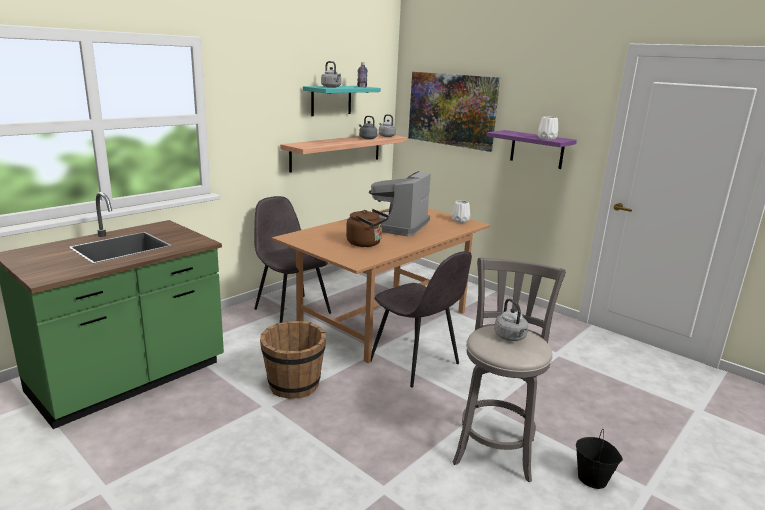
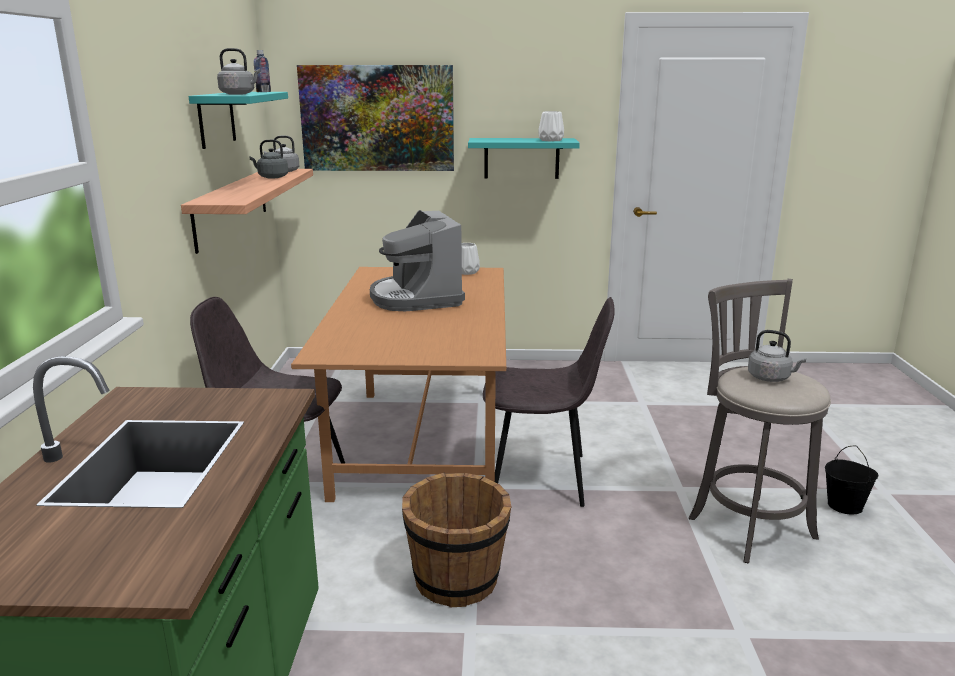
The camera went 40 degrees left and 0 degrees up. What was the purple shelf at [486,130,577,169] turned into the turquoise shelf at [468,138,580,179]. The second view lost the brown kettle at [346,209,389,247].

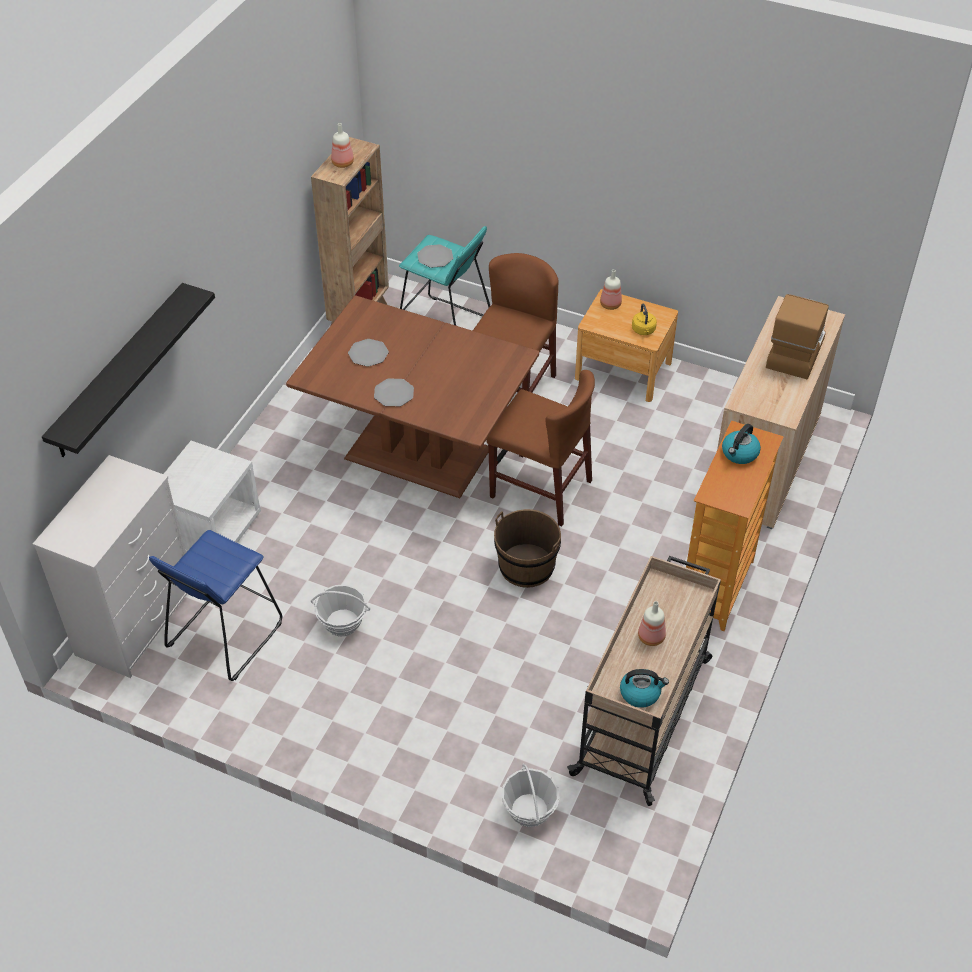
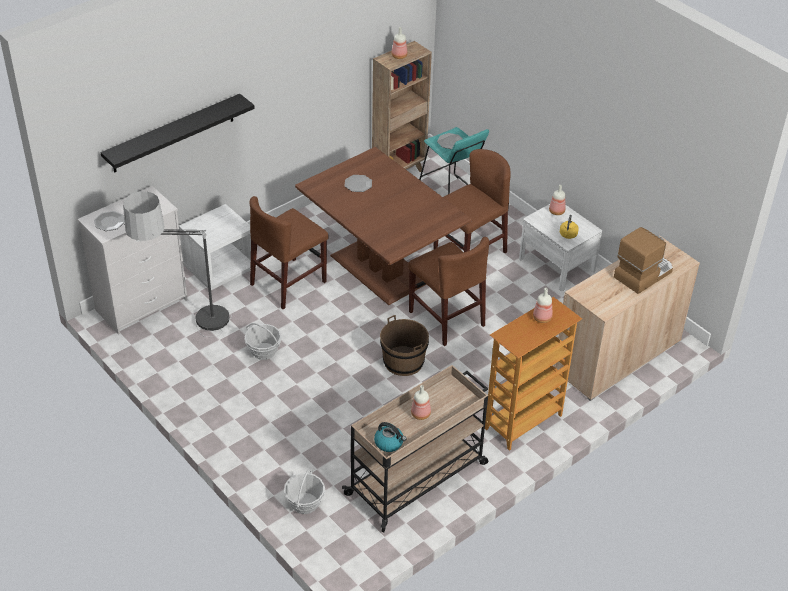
The camera went 25 degrees right and 5 degrees down. The plate ended up elsewhere, having gone from [374,379,414,406] to [94,211,125,231]. Where the blue stool stood at [149,530,282,681], the floor lamp came to stand at [123,191,232,337]. The second view gained the brown chair at [250,196,329,309]. What was the brown nightstand at [575,289,678,402] turned into the white nightstand at [519,204,602,291]. Where the kettle stood at [722,424,761,464], the bottle came to stand at [533,288,553,323].

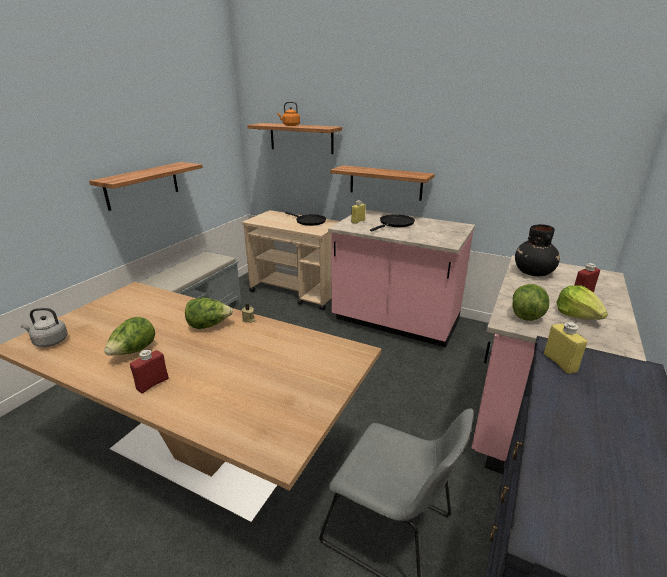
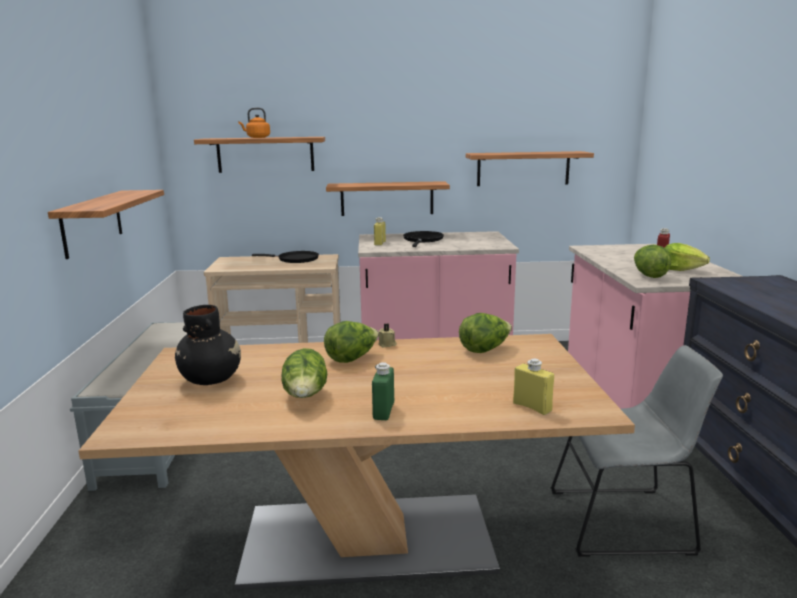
The camera went 30 degrees left and 10 degrees down. The black vase ended up elsewhere, having gone from [515,224,560,276] to [175,305,241,385]. What was the red bottle at [130,350,169,394] turned into the green bottle at [372,362,394,420]. The second view gained the lettuce at [459,313,512,353]. The second view gained the shelf at [466,151,594,186]. The yellow bottle ended up elsewhere, having gone from [544,322,588,374] to [513,358,554,415]. The second view lost the grey kettle at [21,308,68,347].

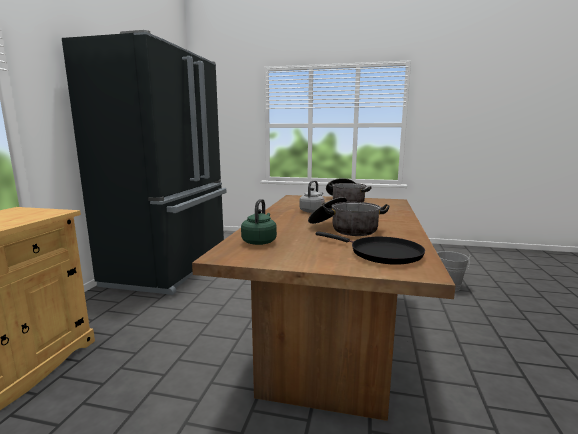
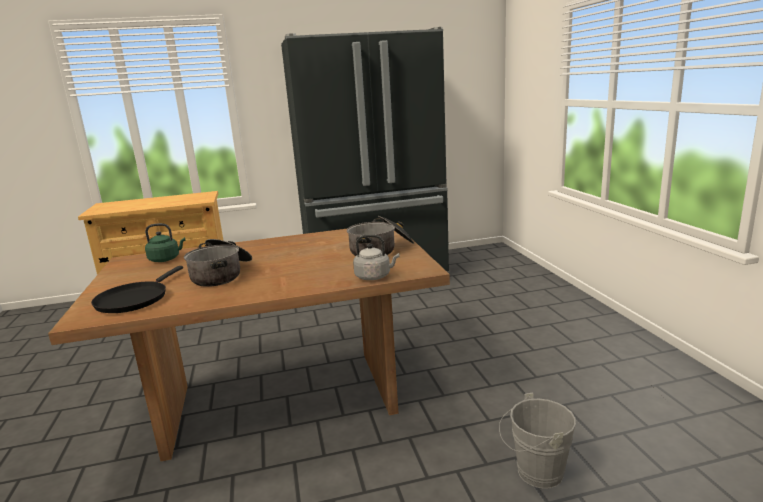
The camera went 65 degrees right and 5 degrees up. The grey kettle ended up elsewhere, having gone from [299,180,325,213] to [353,234,400,280].

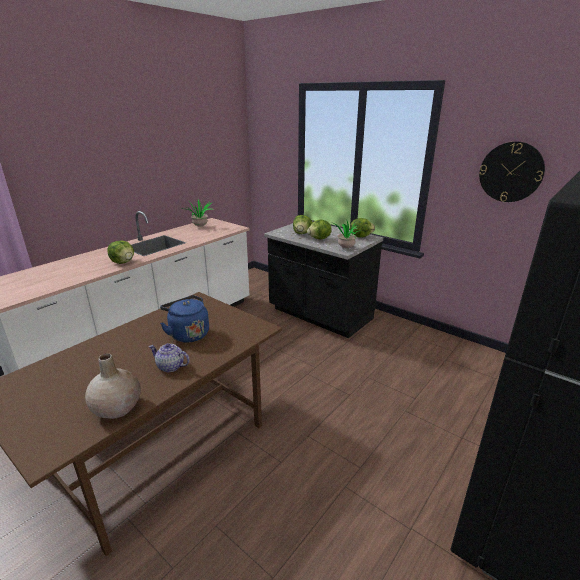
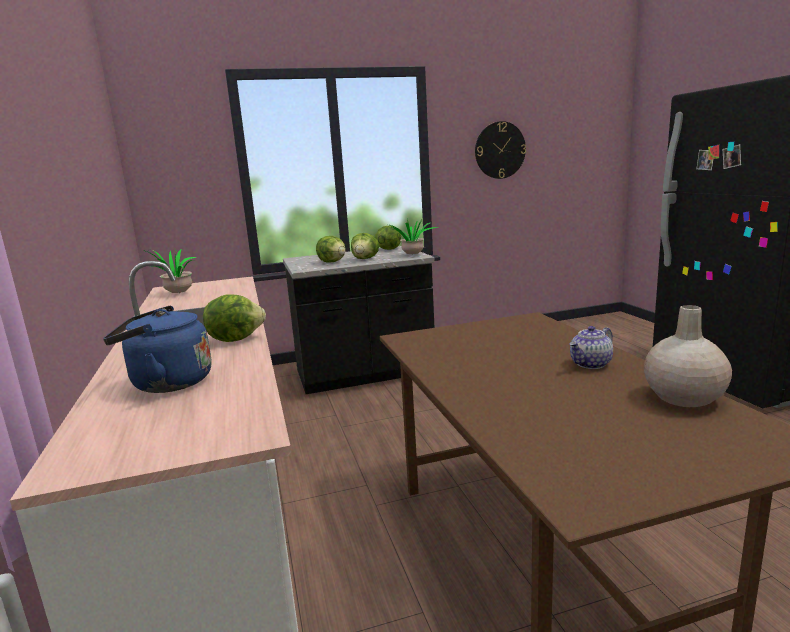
The camera went 55 degrees left and 10 degrees down. The blue kettle ended up elsewhere, having gone from [160,295,209,343] to [103,306,212,393].

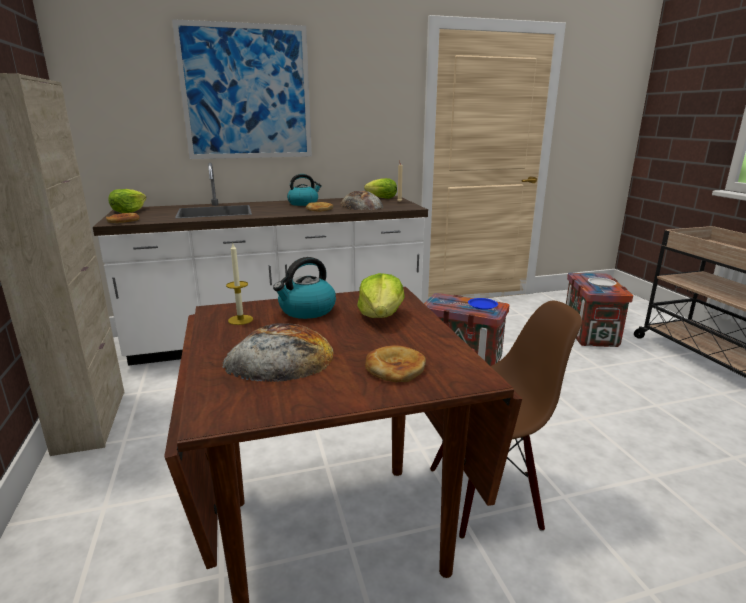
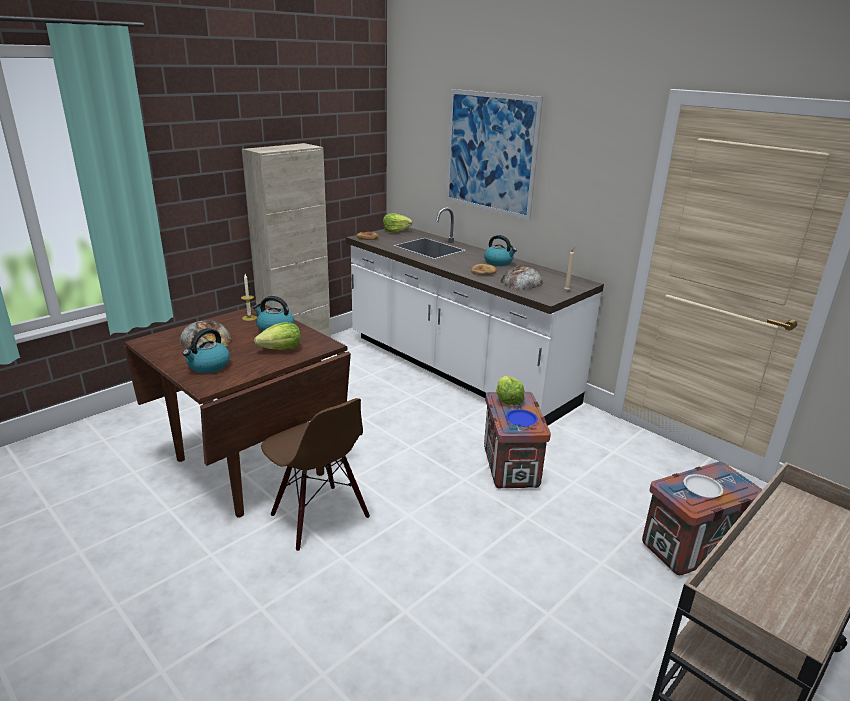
The camera went 60 degrees right and 5 degrees up. Where the bread stood at [365,345,426,382], the kettle came to stand at [183,328,230,373]. The lettuce ended up elsewhere, having gone from [364,178,397,199] to [496,376,525,405].

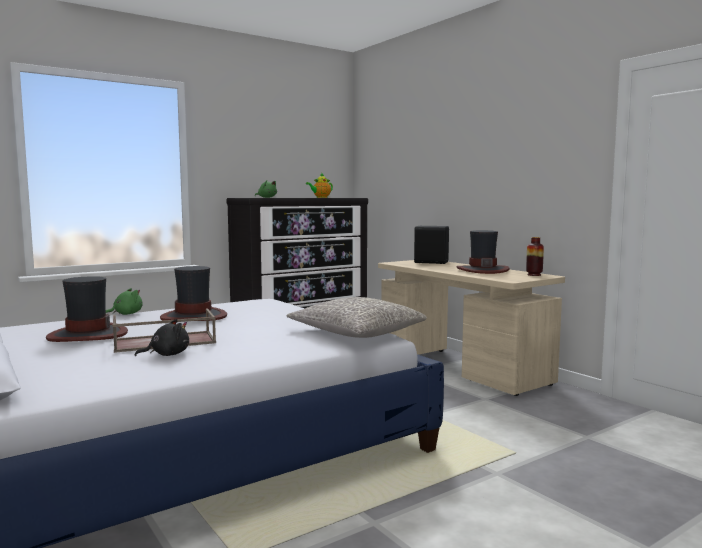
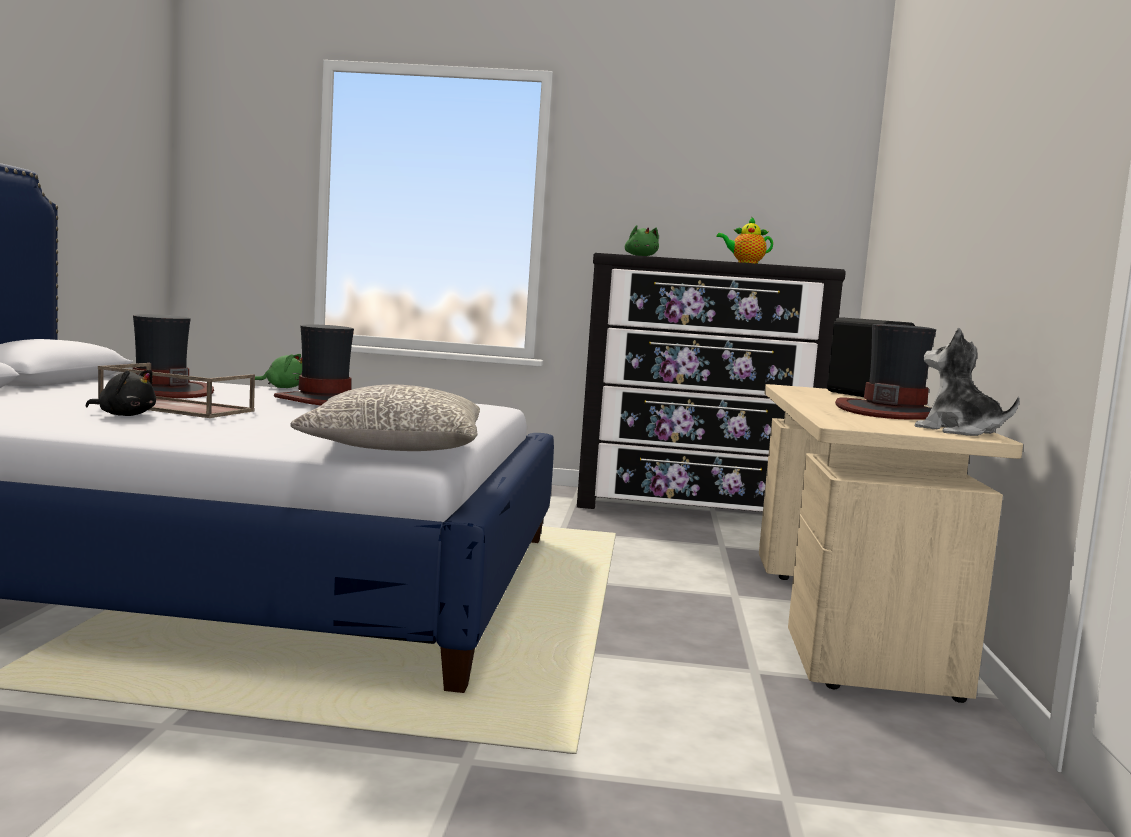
The camera went 40 degrees right and 0 degrees up. Where the vase stood at [526,237,544,276], the plush toy came to stand at [915,328,1020,436].

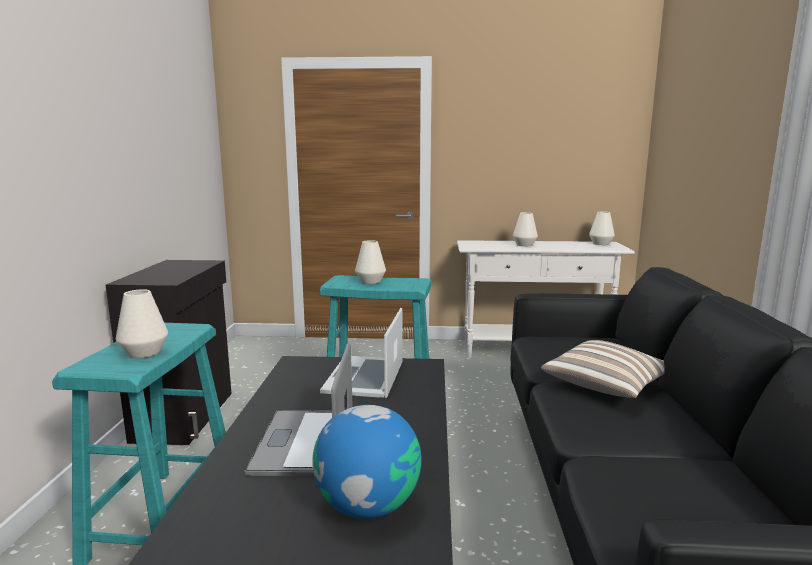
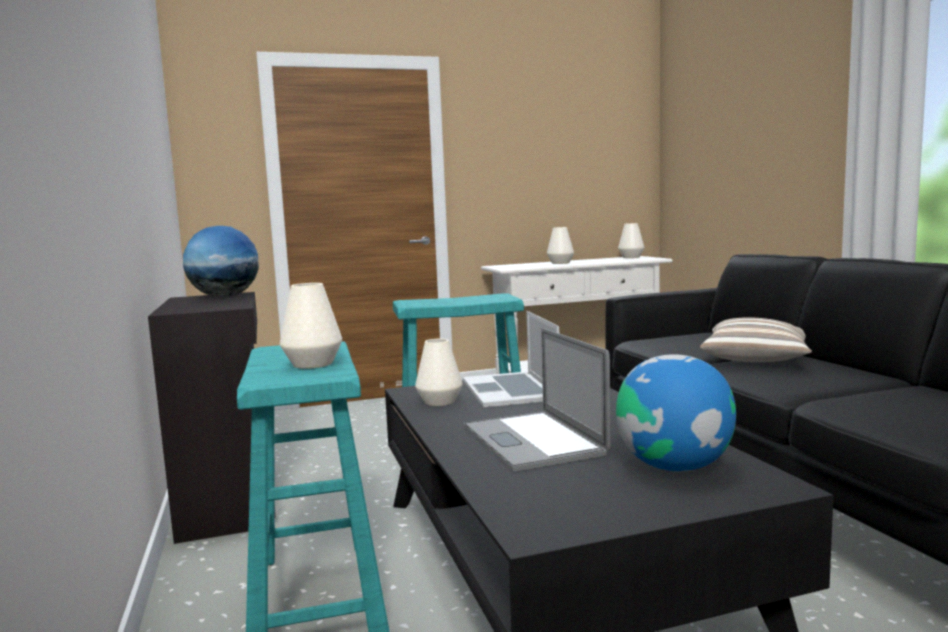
The camera went 20 degrees left and 5 degrees down. The second view gained the globe at [183,226,259,297]. The white vase ended up elsewhere, having gone from [355,240,386,284] to [415,339,463,406].

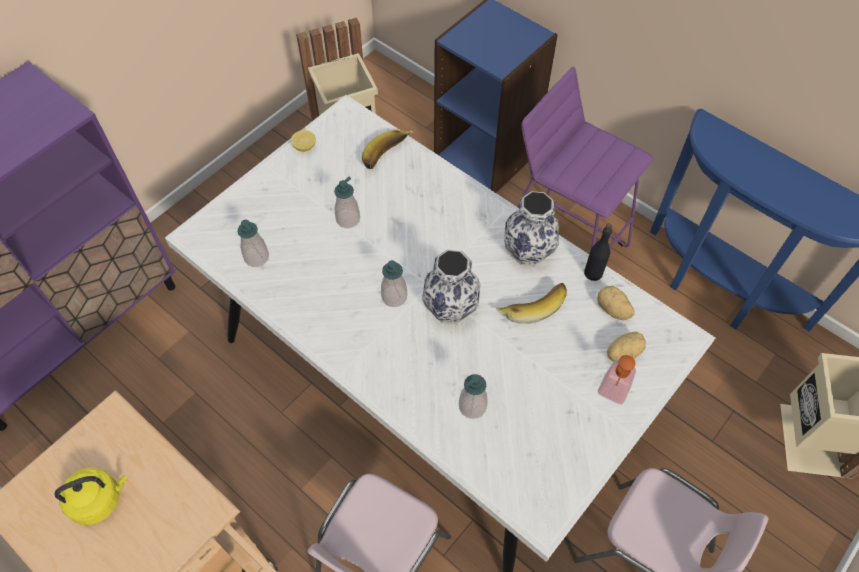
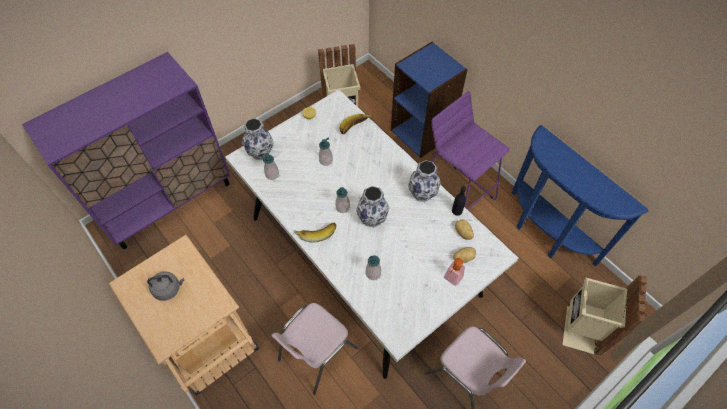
The camera went 10 degrees right and 0 degrees up. What was the yellow kettle at [54,468,128,525] turned into the grey kettle at [147,271,185,301]. The second view gained the vase at [242,118,274,160]. The banana ended up elsewhere, having gone from [496,283,567,324] to [294,222,336,243].

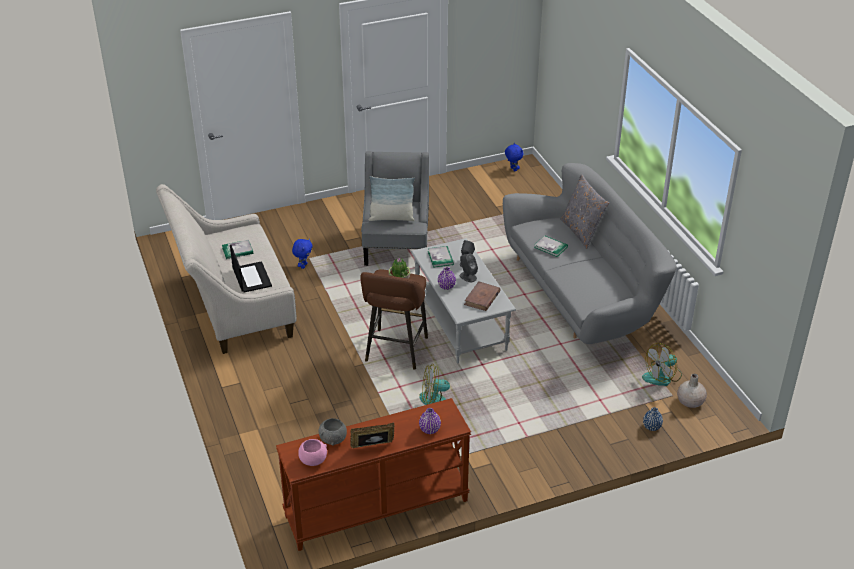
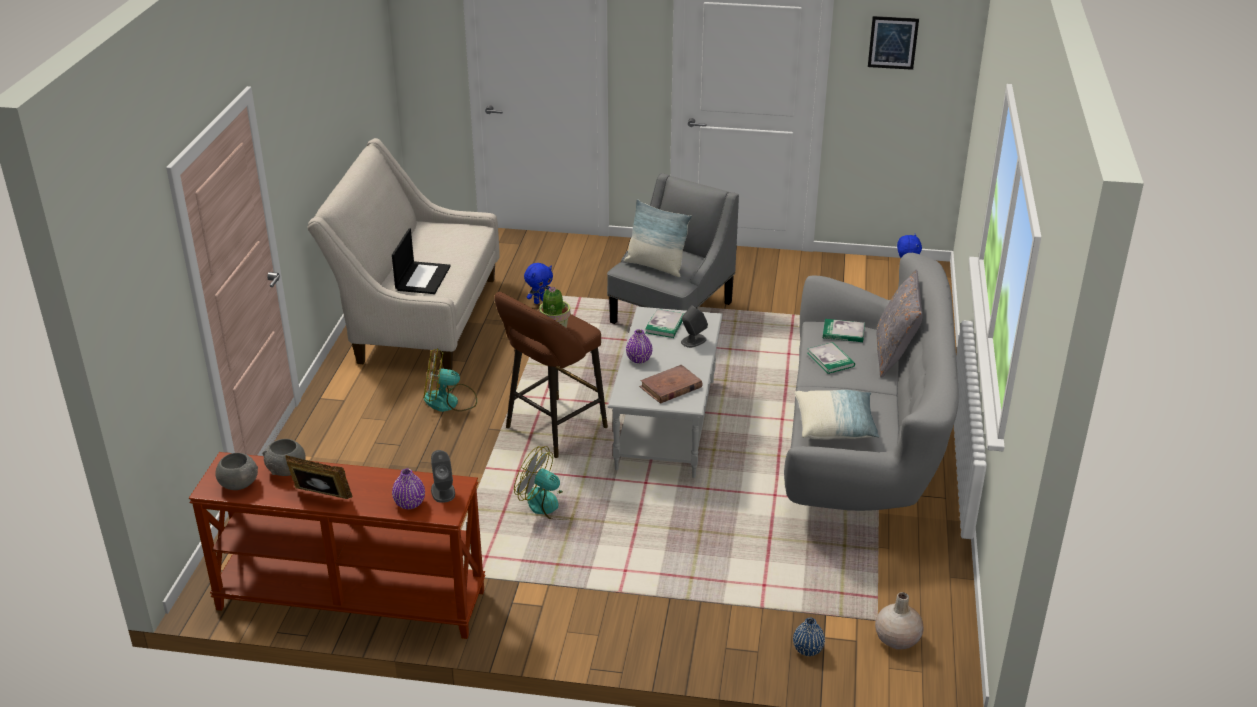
The camera went 30 degrees right and 5 degrees down. What was the pink bowl at [298,439,327,466] turned into the grey bowl at [215,453,258,490]. The fan ended up elsewhere, having gone from [642,343,682,386] to [424,348,477,412]. The grey speaker ended up elsewhere, having gone from [459,254,478,282] to [431,450,455,503]. The second view gained the pillow at [795,390,880,440]. The book ended up elsewhere, having gone from [222,240,253,259] to [823,319,865,342]. The second view gained the picture at [868,16,919,70].

